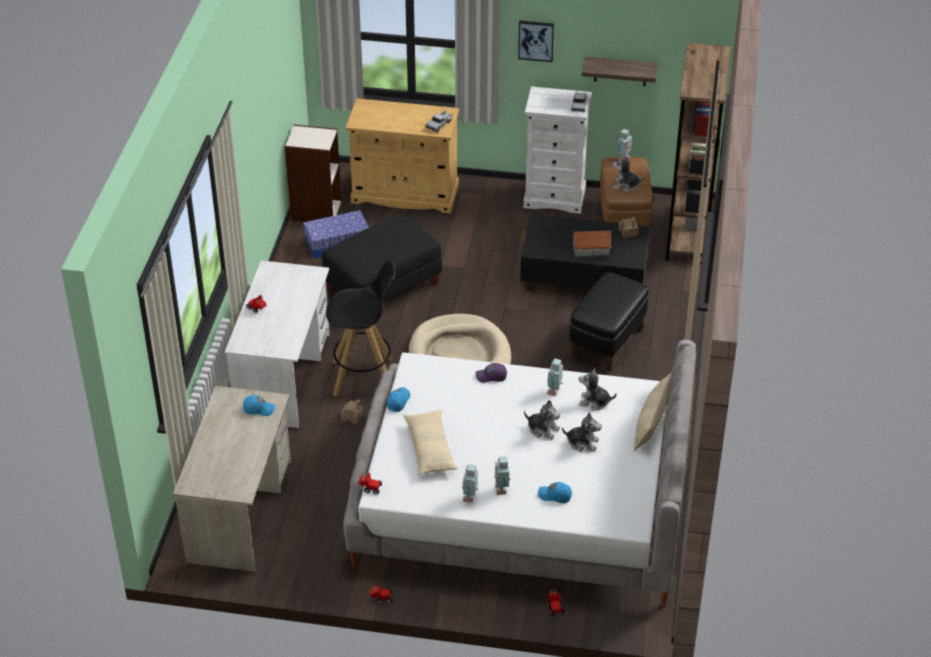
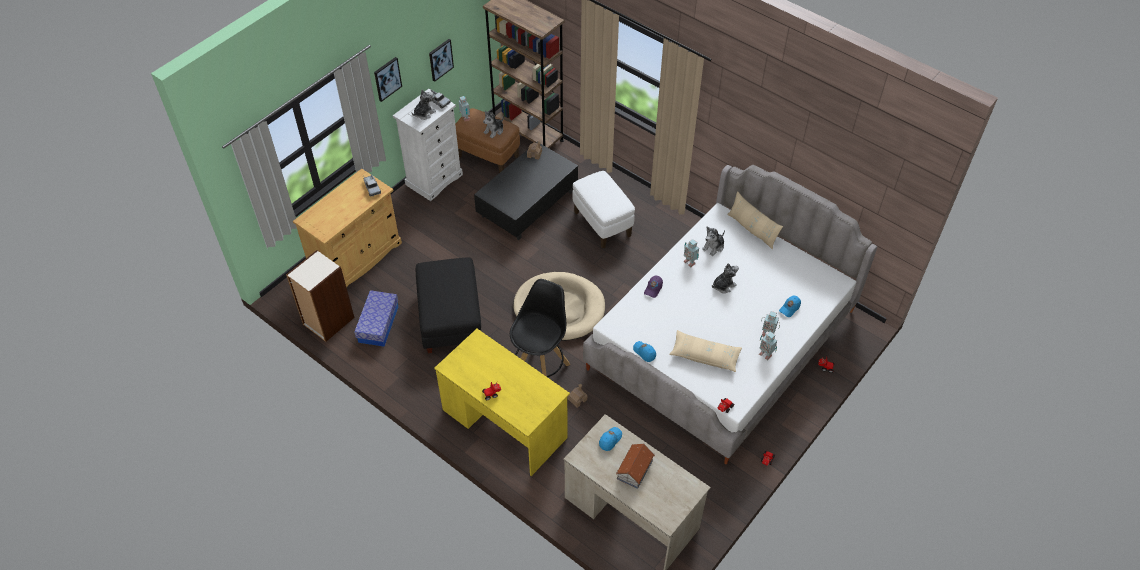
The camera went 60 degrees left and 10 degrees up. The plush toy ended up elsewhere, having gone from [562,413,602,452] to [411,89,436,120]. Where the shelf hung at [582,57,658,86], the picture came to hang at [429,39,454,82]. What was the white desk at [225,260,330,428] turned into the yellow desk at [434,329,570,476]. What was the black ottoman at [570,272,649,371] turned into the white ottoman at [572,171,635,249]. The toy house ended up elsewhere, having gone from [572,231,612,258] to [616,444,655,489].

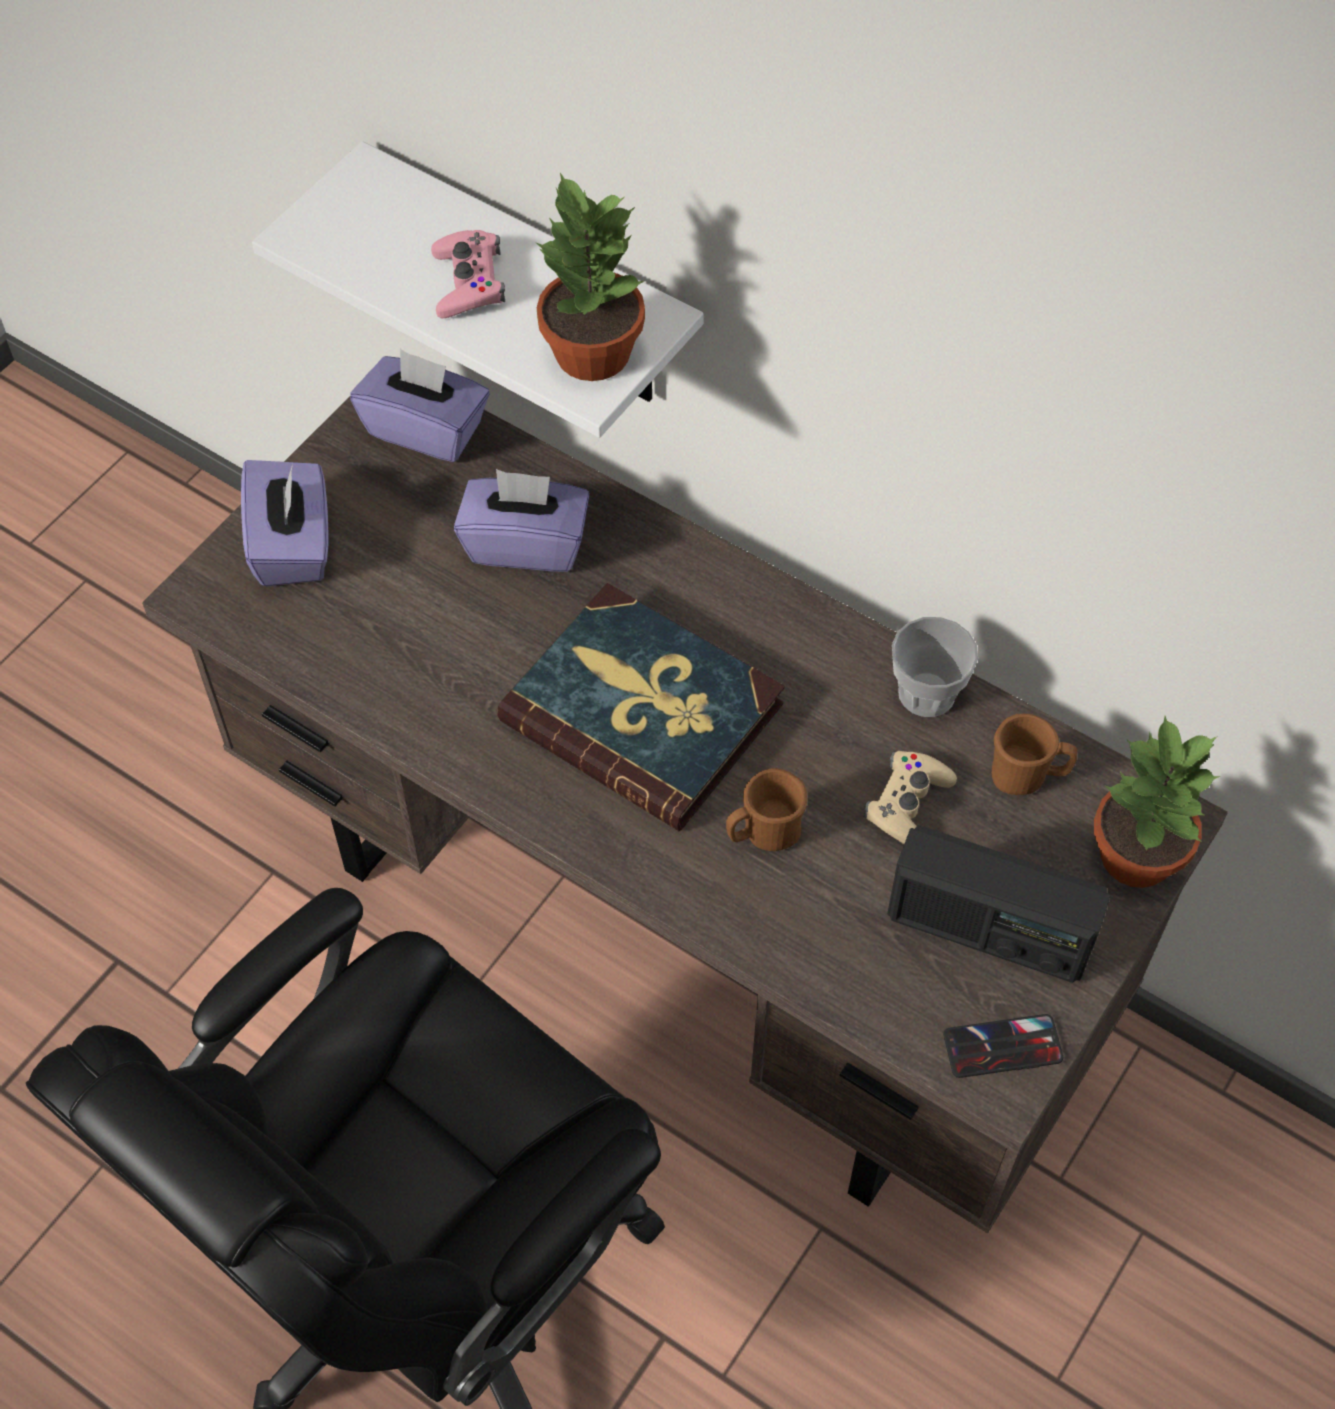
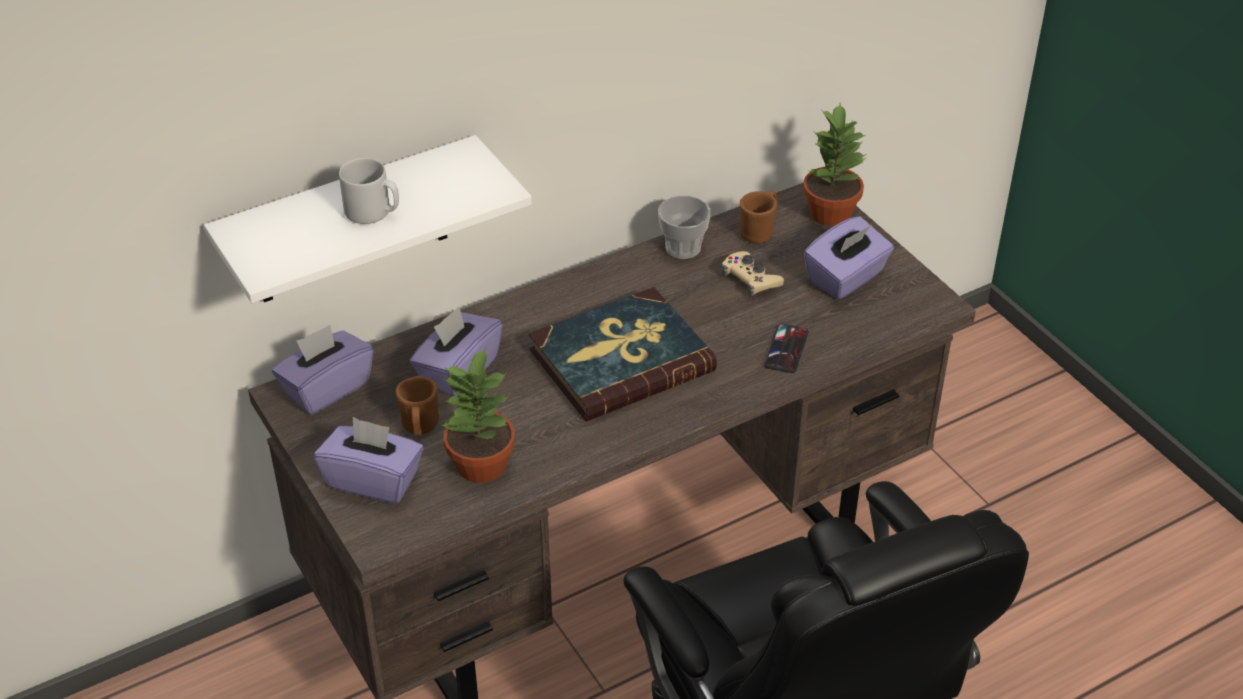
The camera went 65 degrees left and 15 degrees down. Where the pink game controller stood at [431,230,505,318], the grey mug came to stand at [339,158,399,224]. The brown mug ended up elsewhere, having gone from [726,768,807,851] to [396,376,439,436]. The potted plant ended up elsewhere, having gone from [536,173,645,381] to [440,347,515,483]. The phone ended up elsewhere, having gone from [943,1014,1063,1078] to [764,324,809,373]. Where the radio stood at [887,825,1110,983], the purple tissue box came to stand at [804,216,894,299].

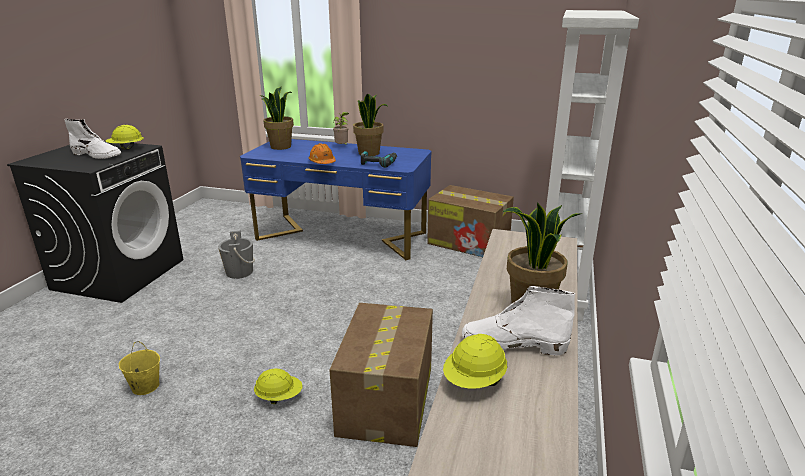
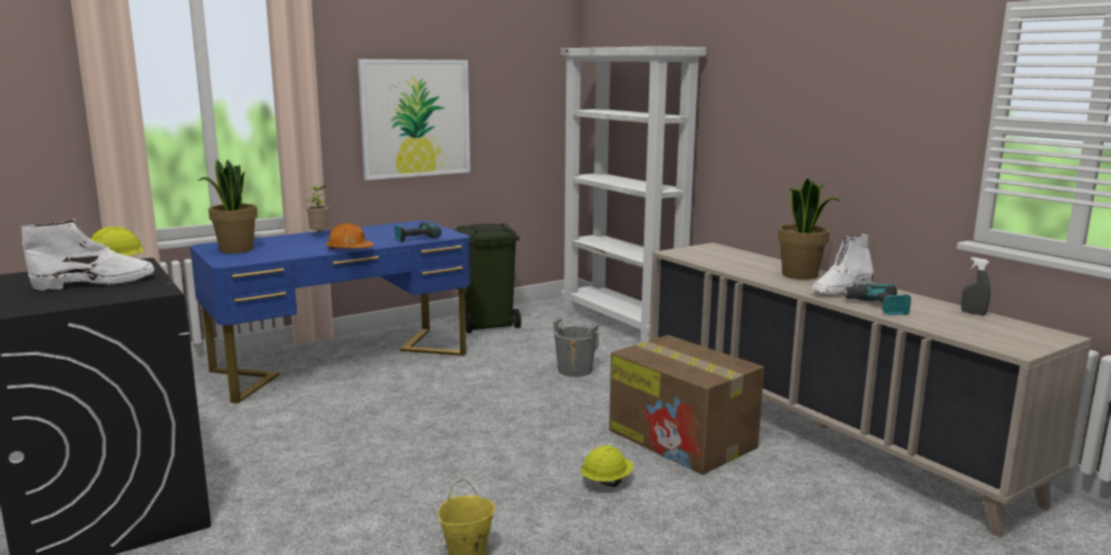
The camera went 50 degrees left and 10 degrees down. The second view gained the picture at [358,59,470,180]. Where the cardboard box stood at [427,185,514,257], the green trash can came to stand at [452,223,521,333]. The grey bucket ended up elsewhere, having gone from [218,231,255,279] to [553,318,599,377]. Where the yellow hard hat stood at [443,334,507,389], the power drill came to stand at [839,284,911,315]. The second view gained the grey spray bottle at [961,257,990,316]. The second view lost the potted plant at [353,93,387,156].

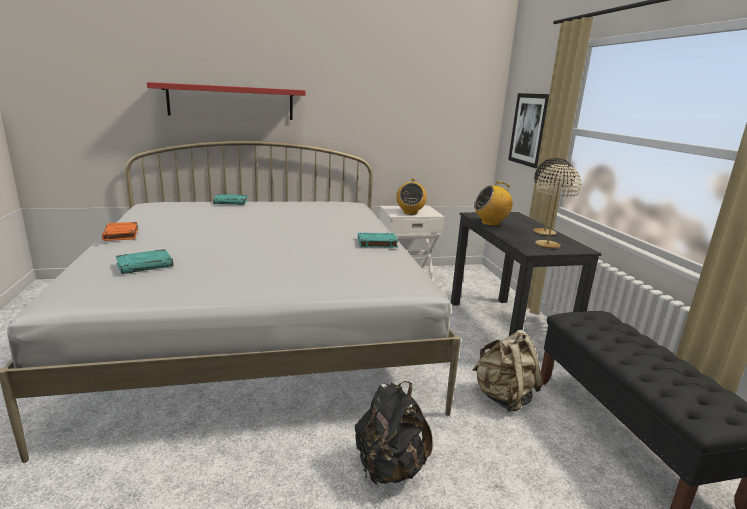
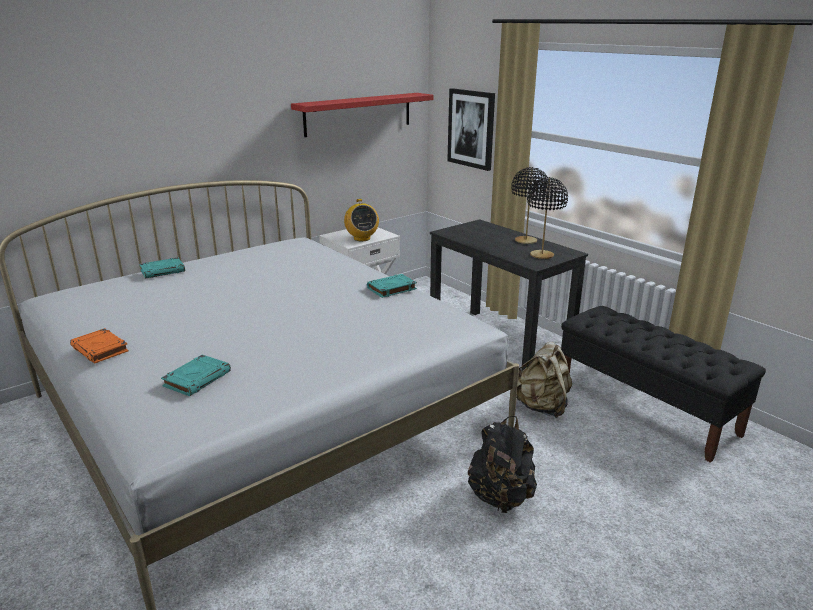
The camera went 25 degrees left and 5 degrees up. The red shelf ended up elsewhere, having gone from [147,82,305,120] to [291,93,433,137]. What was the beige table lamp at [535,164,581,249] turned into the black table lamp at [527,177,568,259]. The second view lost the radio at [474,181,513,226].

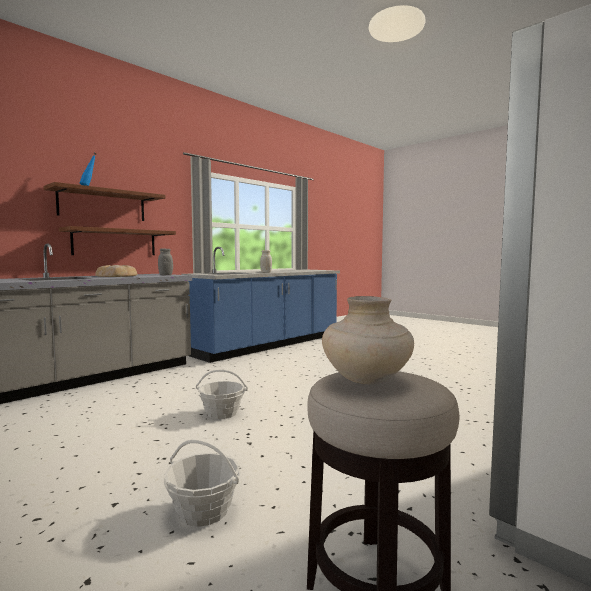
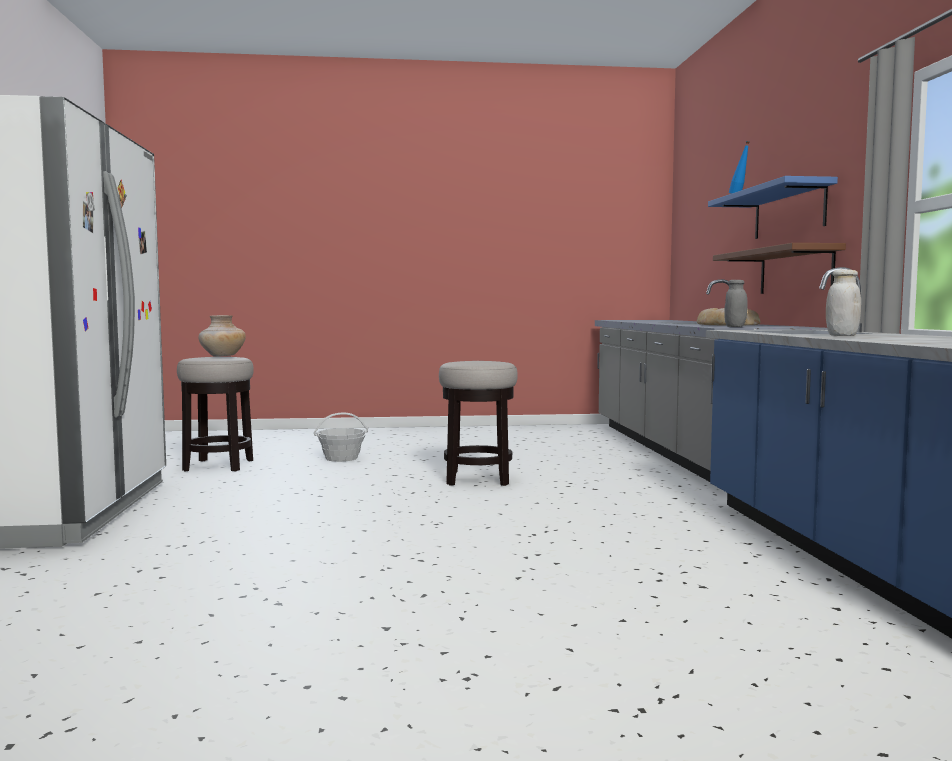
The camera went 130 degrees right and 0 degrees up. Where the basket stood at [196,370,248,419], the stool came to stand at [439,361,518,486]. What was the brown shelf at [43,182,166,221] turned into the blue shelf at [708,176,838,239].

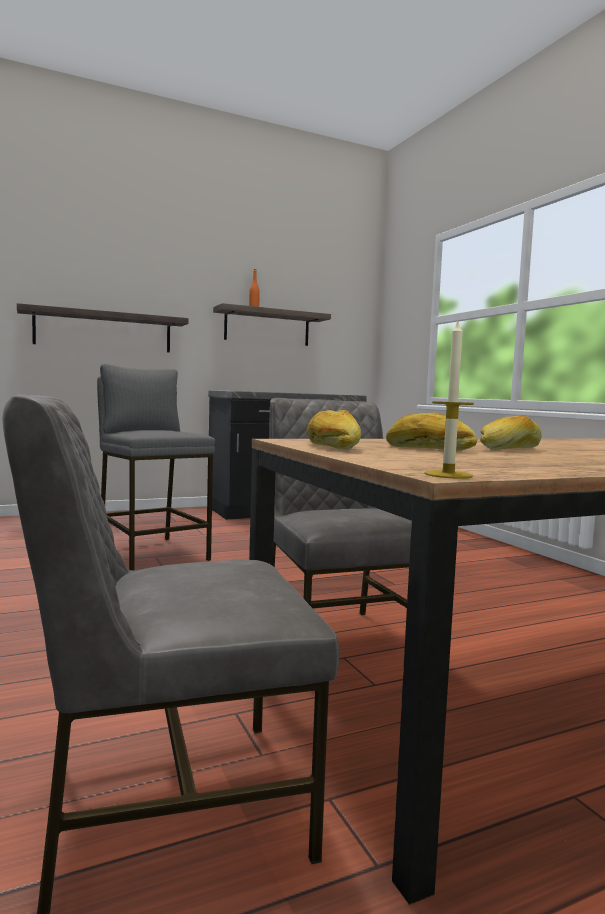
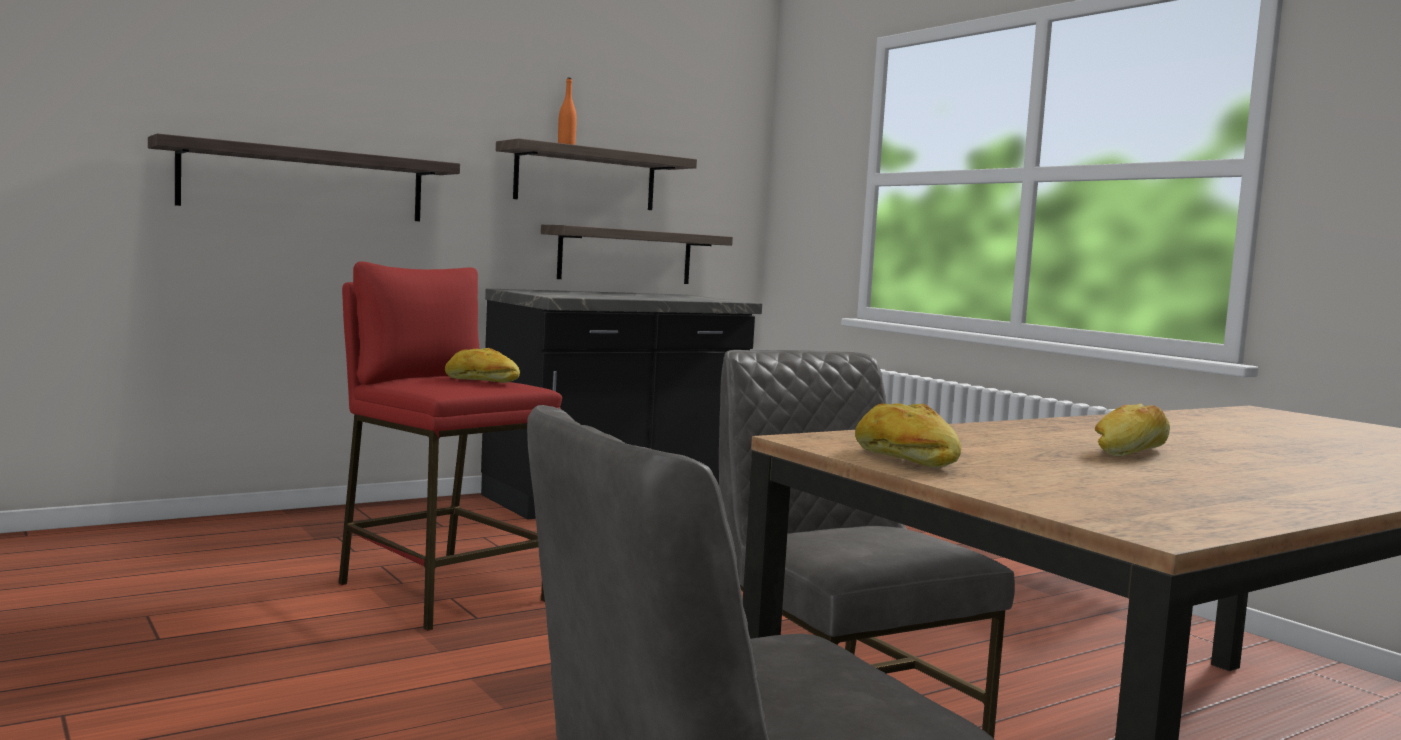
The camera went 10 degrees left and 0 degrees up. What was the grey stool at [97,364,215,571] turned into the red stool at [338,261,562,631]. The bread ended up elsewhere, having gone from [386,412,477,451] to [445,348,520,383]. The second view gained the shelf at [541,225,733,284]. The second view lost the candle at [424,321,474,479].

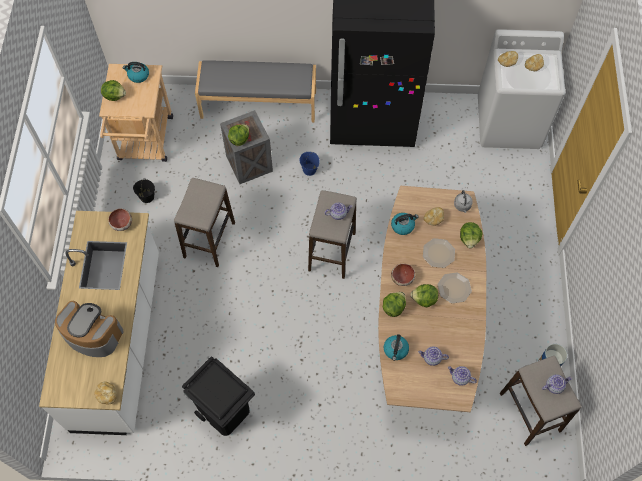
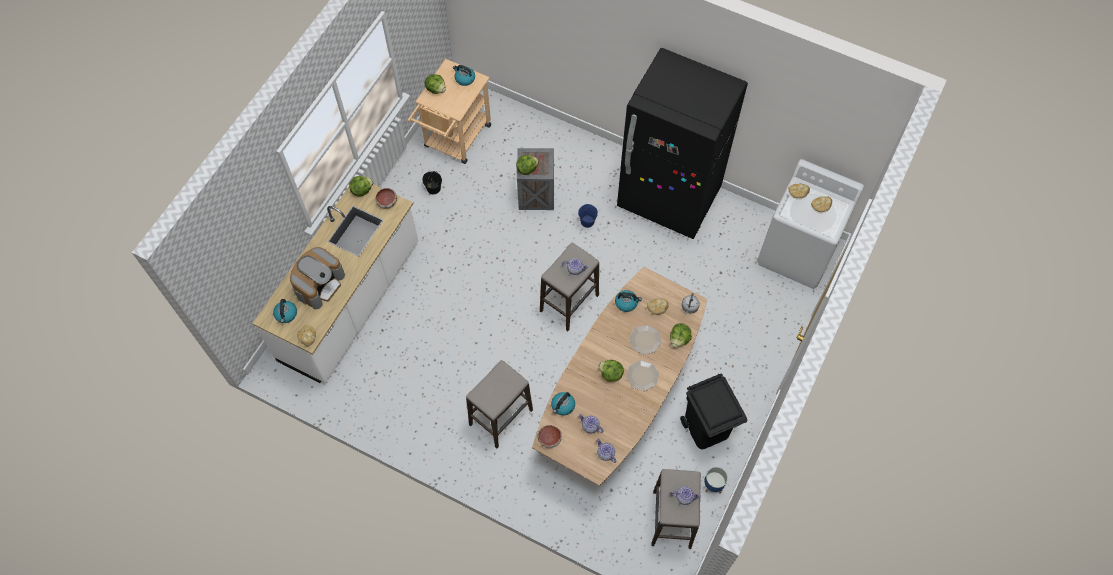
The camera went 25 degrees right and 0 degrees up. The second view gained the kettle at [273,299,297,323]. The coffee machine at [55,301,123,357] ended up facing another way, 75 degrees clockwise from before. The lettuce ended up elsewhere, having gone from [383,292,406,317] to [349,176,374,197]. The stool ended up elsewhere, having gone from [174,178,235,267] to [466,360,533,449]. The bowl ended up elsewhere, having gone from [391,264,415,286] to [537,425,562,448]. The black trash can ended up elsewhere, having gone from [182,356,255,436] to [680,373,747,449]. The second view lost the grey bench at [195,60,316,122].

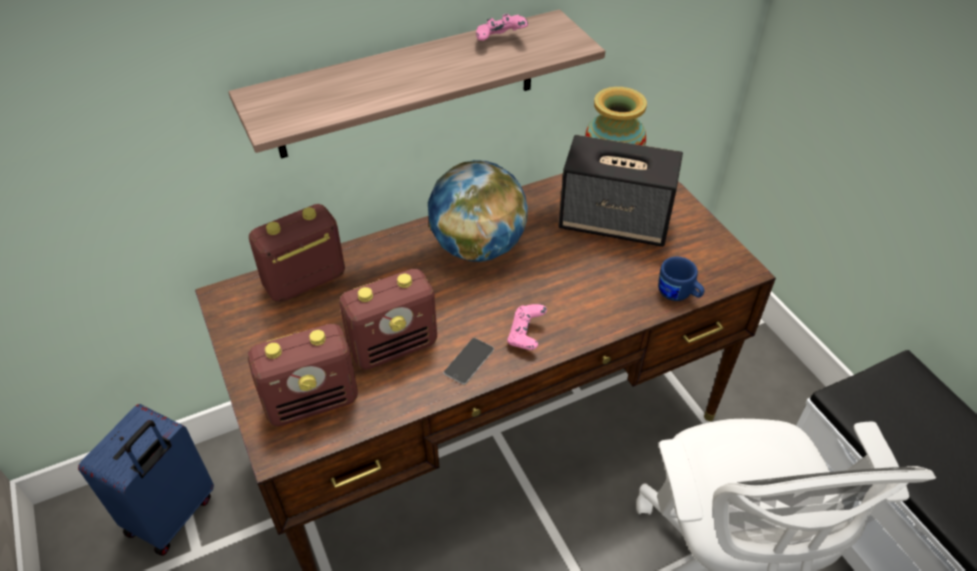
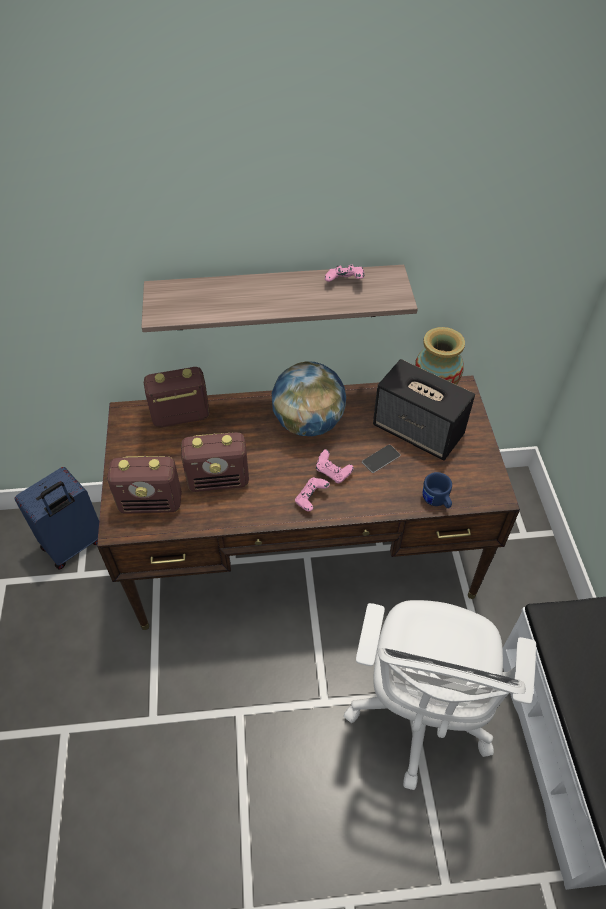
The camera went 20 degrees right and 5 degrees up. The second view gained the pink game controller at [316,449,354,483]. The phone ended up elsewhere, having gone from [444,338,494,385] to [362,445,401,473].

